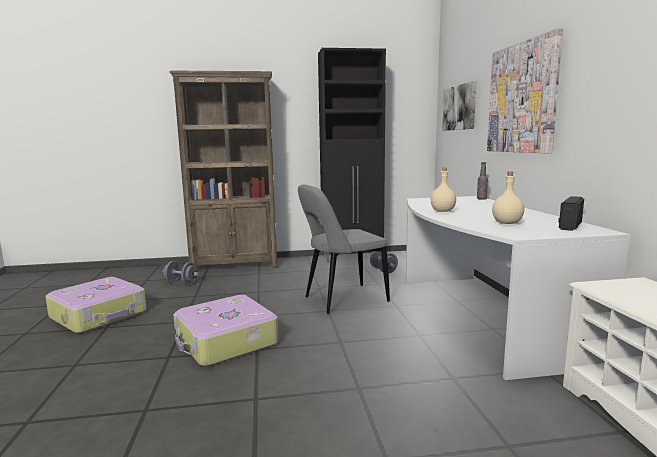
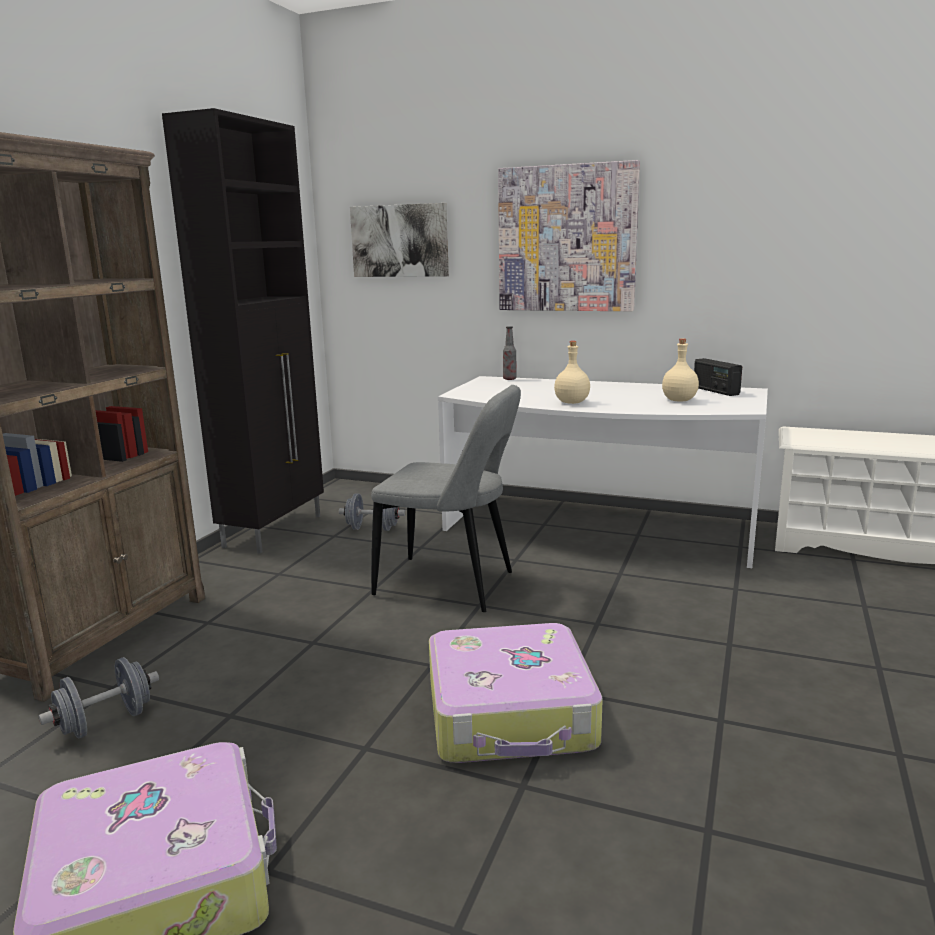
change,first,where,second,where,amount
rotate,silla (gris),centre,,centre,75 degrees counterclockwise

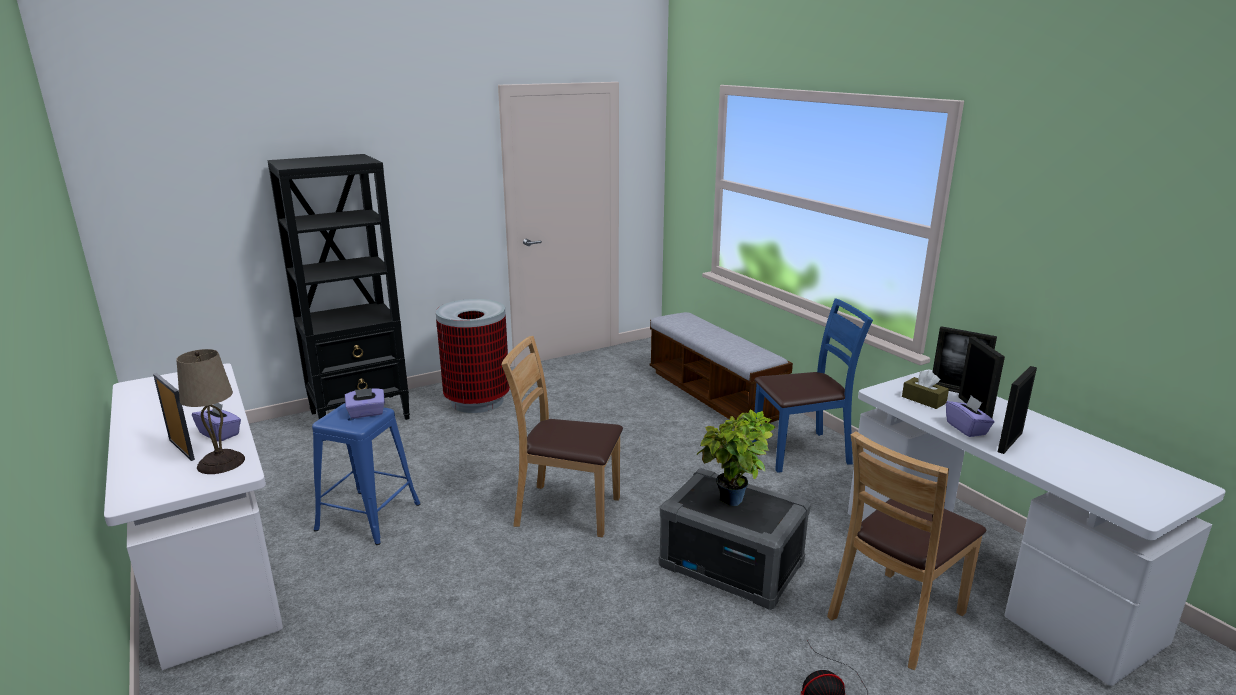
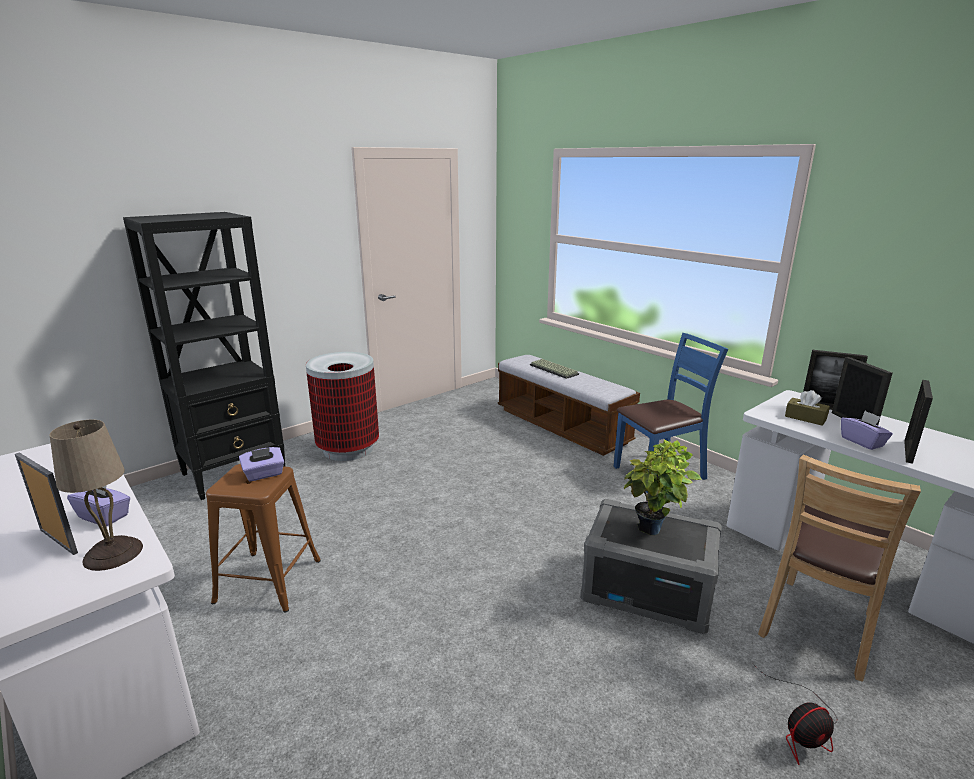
change,first,where,second,where,amount
delete,silla (marrón) (1st from left),centre,,,
recolor,taburete (azul),bottom left,taburete (marrón),bottom left,
insert,,,teclado,centre,

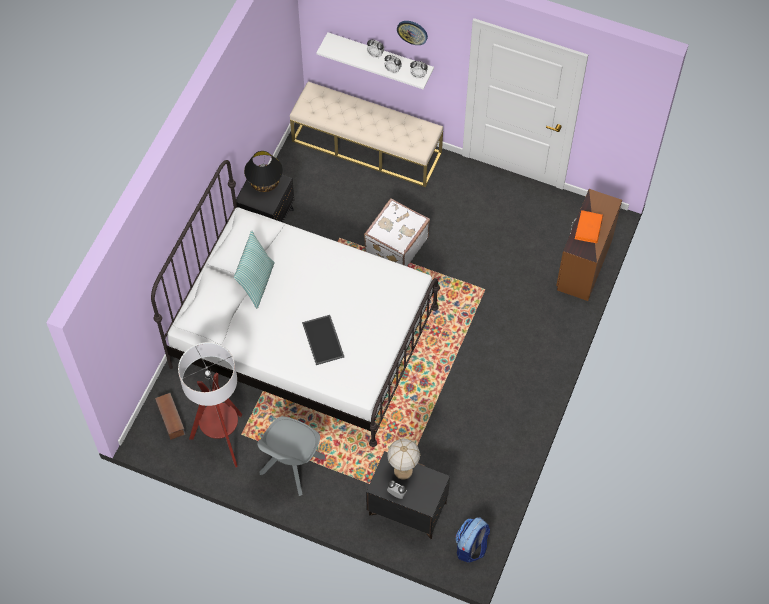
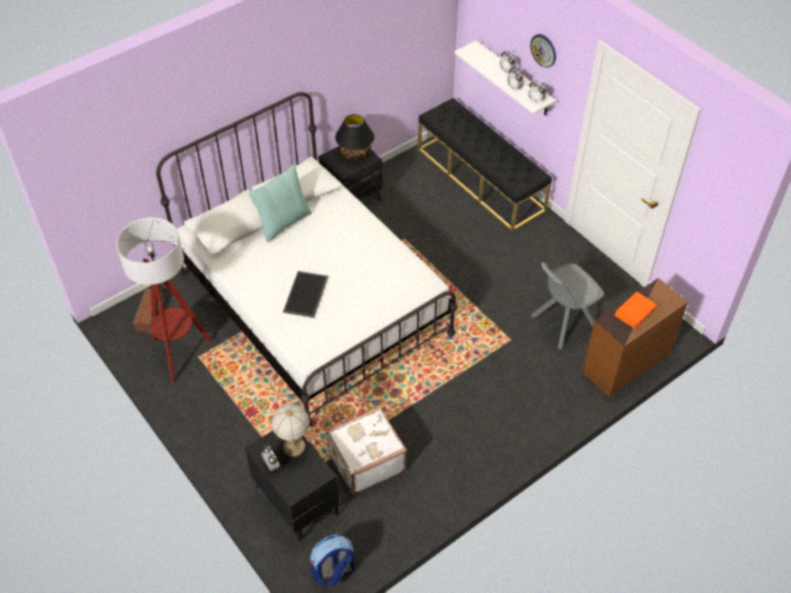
change,first,where,second,where,amount
recolor,banco (beis),top centre,banco (negro),top centre,
move,maleta (blanco),centre,,bottom centre,
move,silla (gris),bottom centre,,middle right,

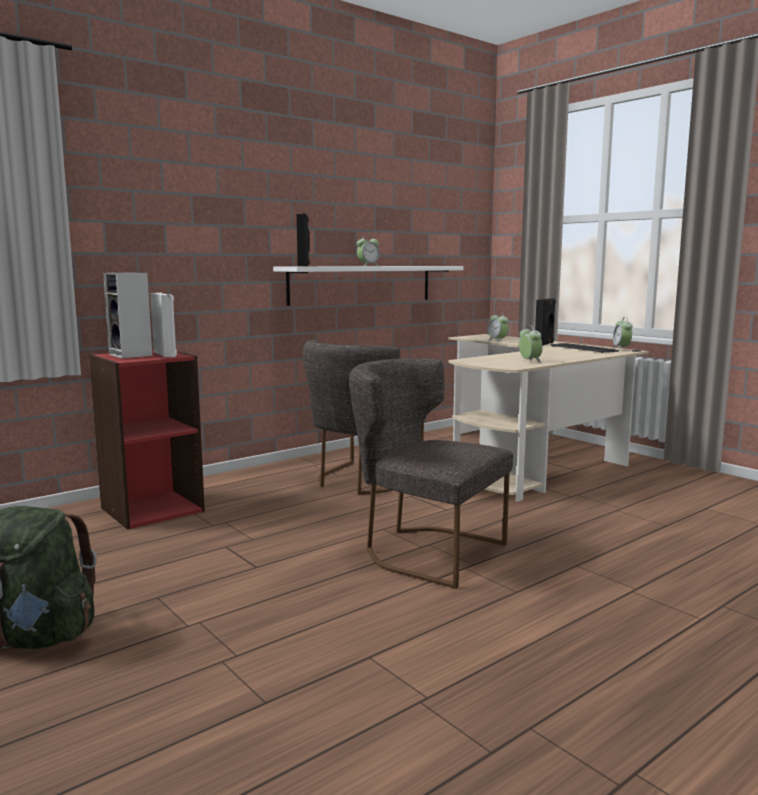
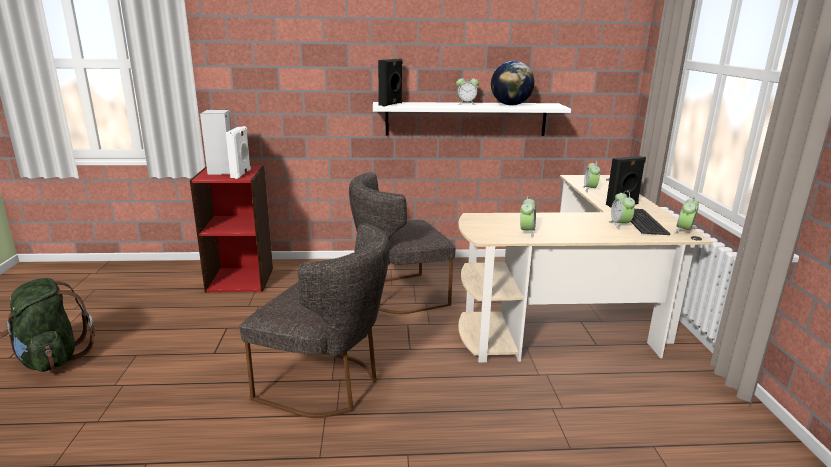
change,first,where,second,where,amount
rotate,silla (gris) (2nd from left in the first image),centre,silla (gris) (1st from left),bottom centre,135 degrees clockwise
insert,,,globo terráqueo,top centre,
insert,,,despertador (4th from left),middle right,

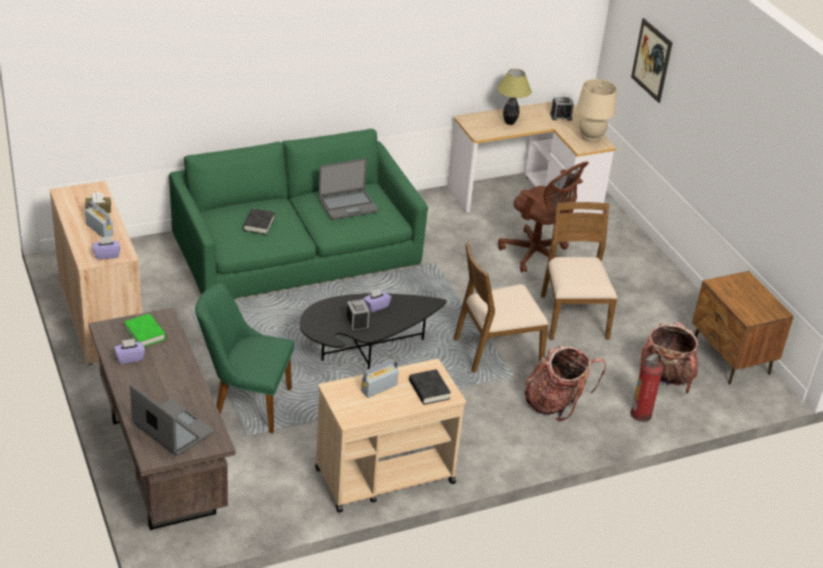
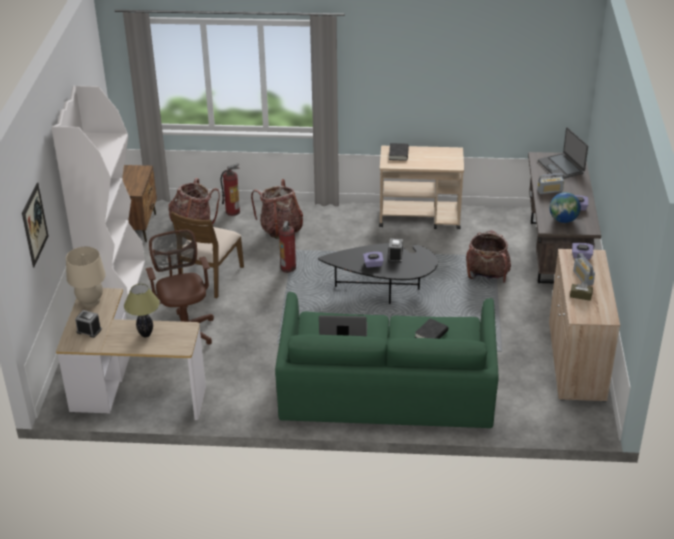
change,first,where,second,where,amount
replace,silla (marrón) (1st from left),centre,extintor (2nd from left),centre,
replace,silla (verde),middle left,mochila (3rd from left),middle right,
replace,libro (verde),middle left,globo terráqueo,middle right,
move,radio (2nd from left in the first image),centre,radio (1st from left),middle right,
insert,,,estantería (blanco),middle left,

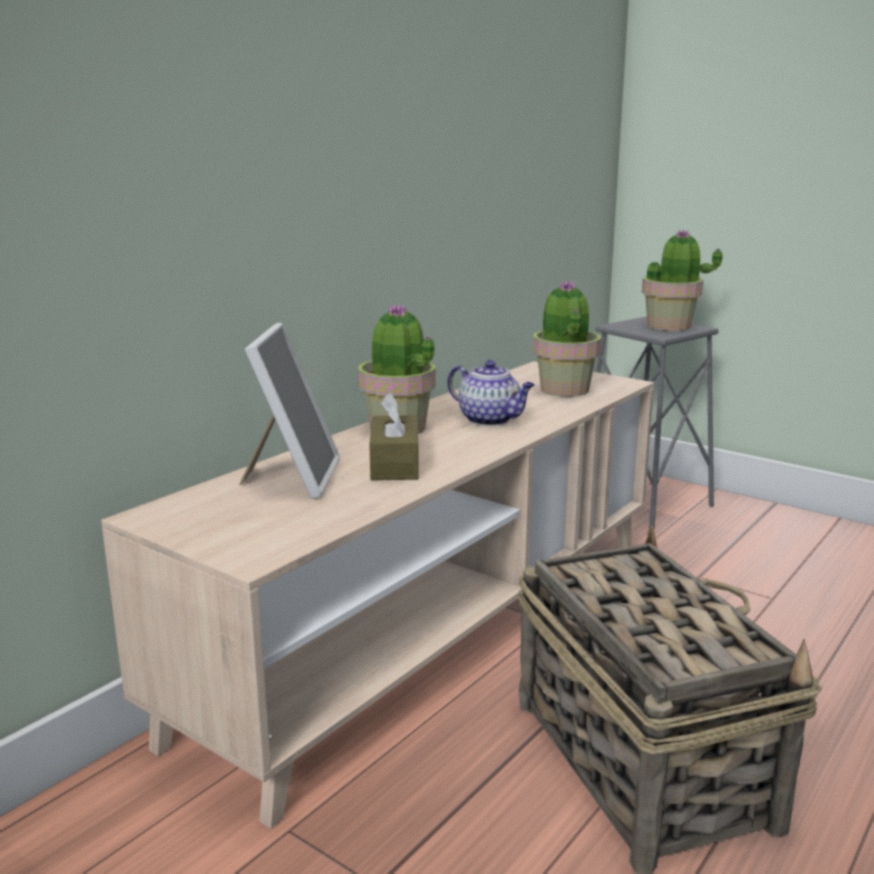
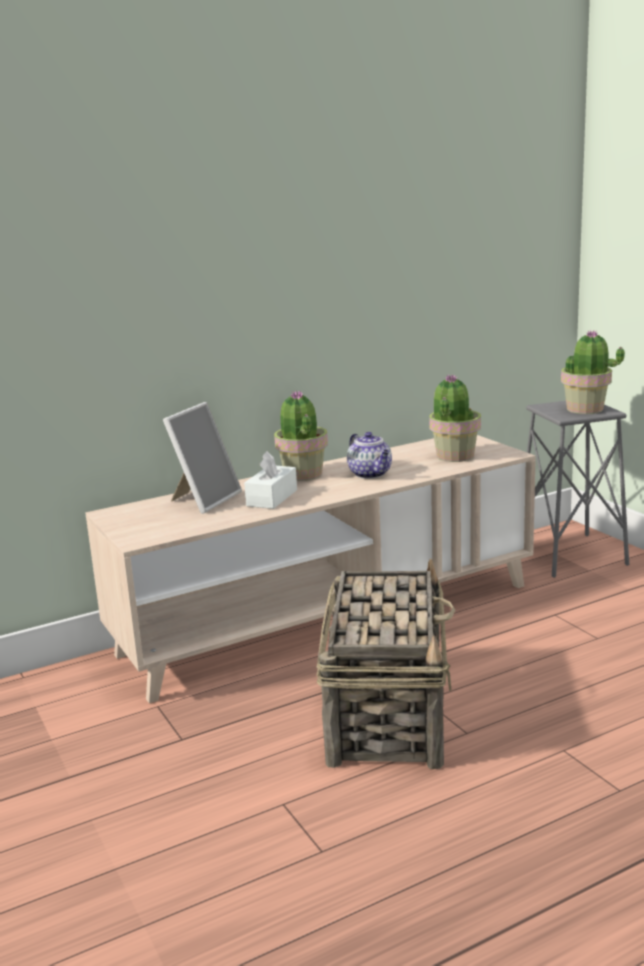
change,first,where,second,where,amount
recolor,caja de pañuelos (marrón),centre,caja de pañuelos (blanco),centre,

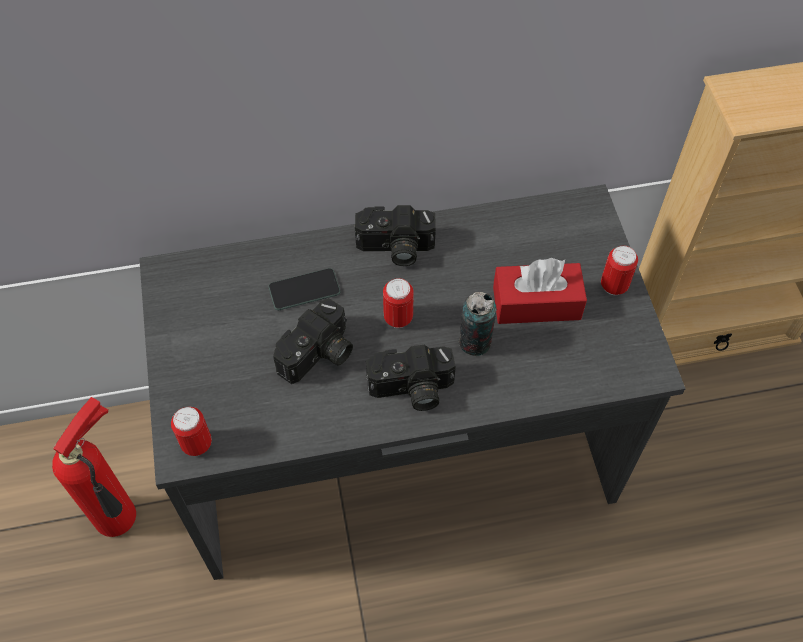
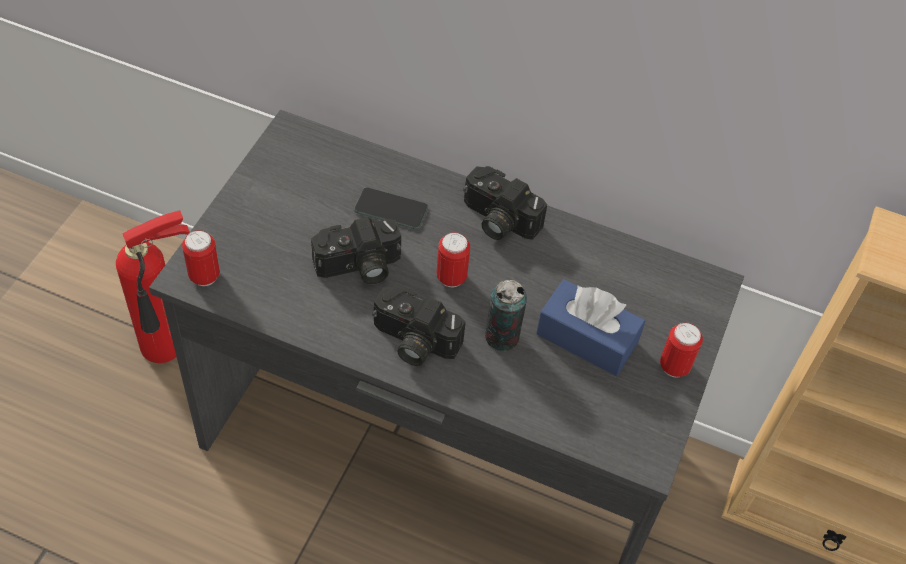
change,first,where,second,where,amount
recolor,caja de pañuelos (rojo),middle right,caja de pañuelos (azul),centre,

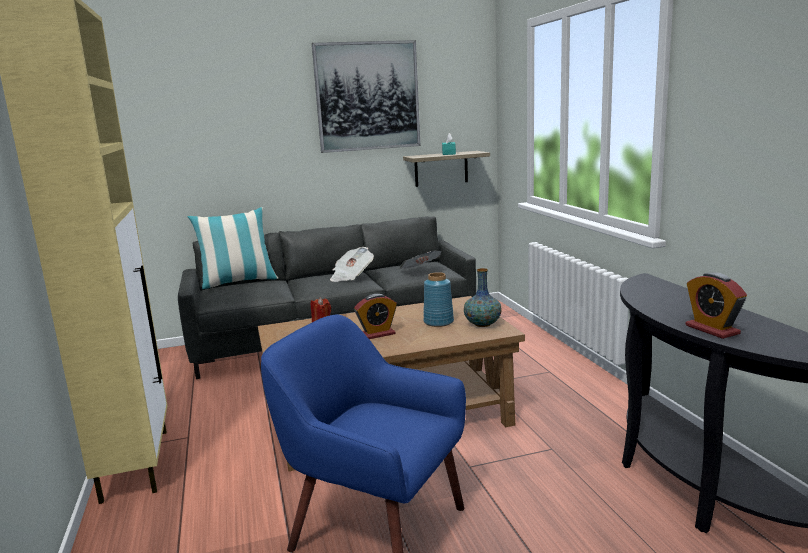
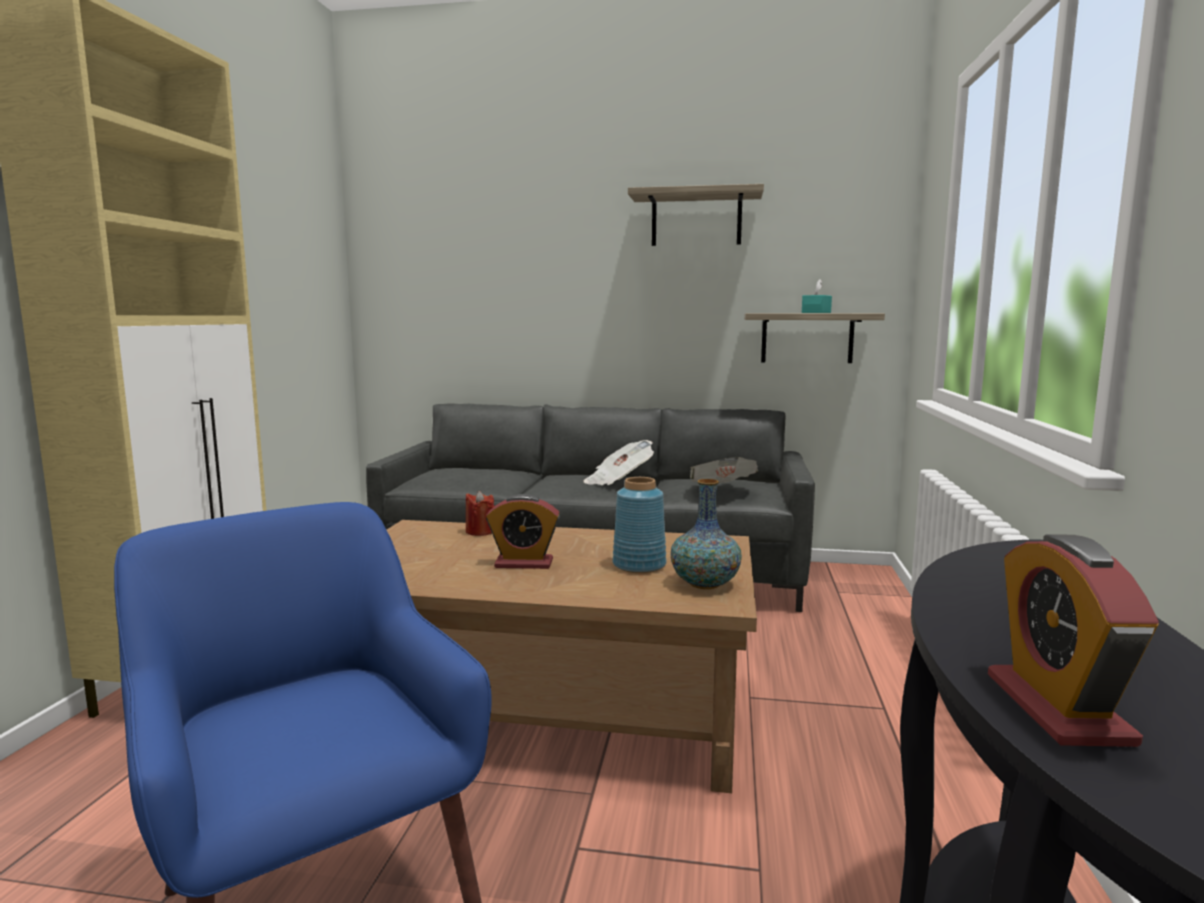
change,first,where,second,where,amount
replace,cuadro,top centre,estante (1st from left),top centre,
delete,cojín,middle left,,,

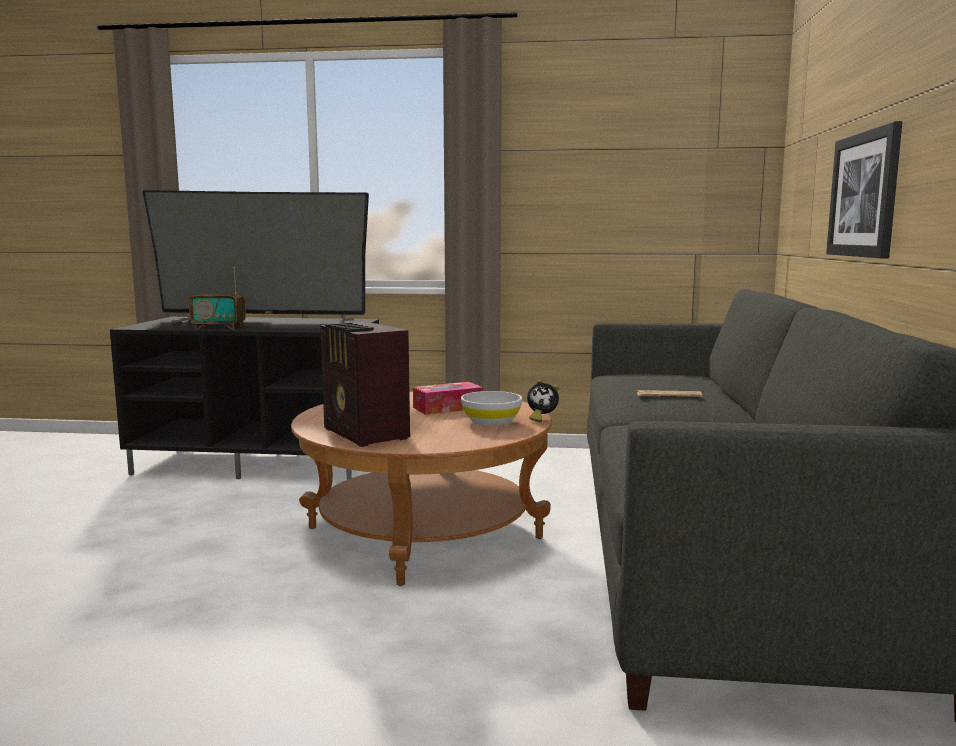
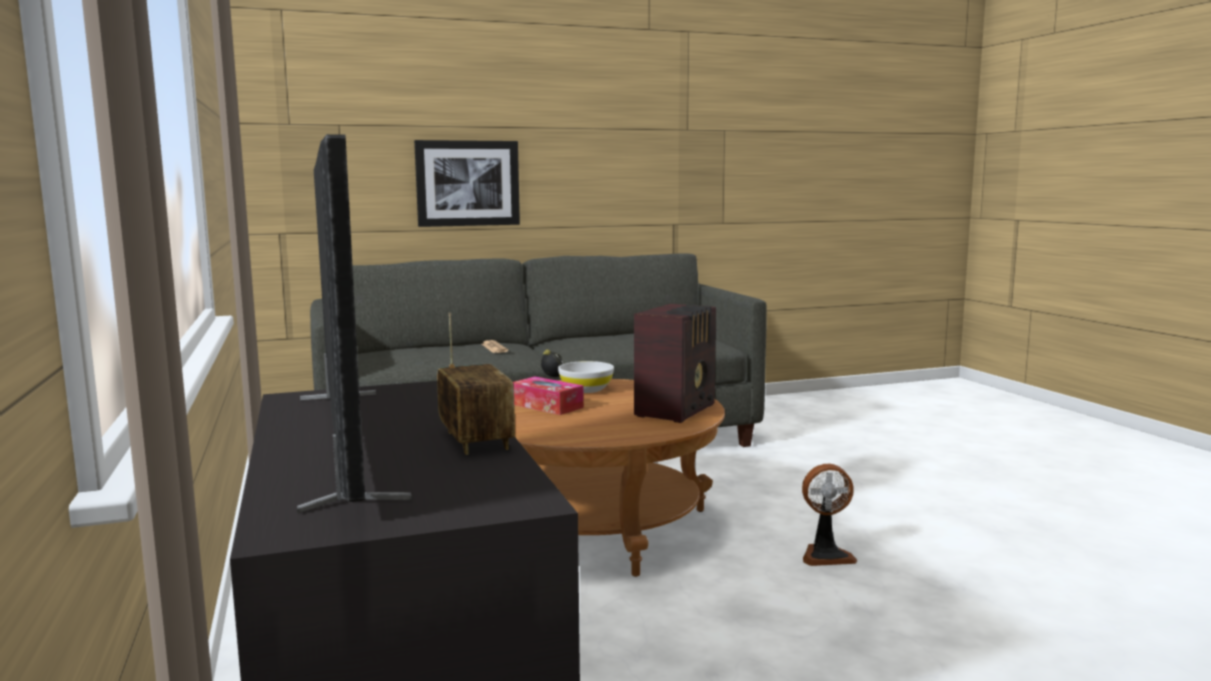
change,first,where,second,where,amount
insert,,,ventilador,bottom right,

